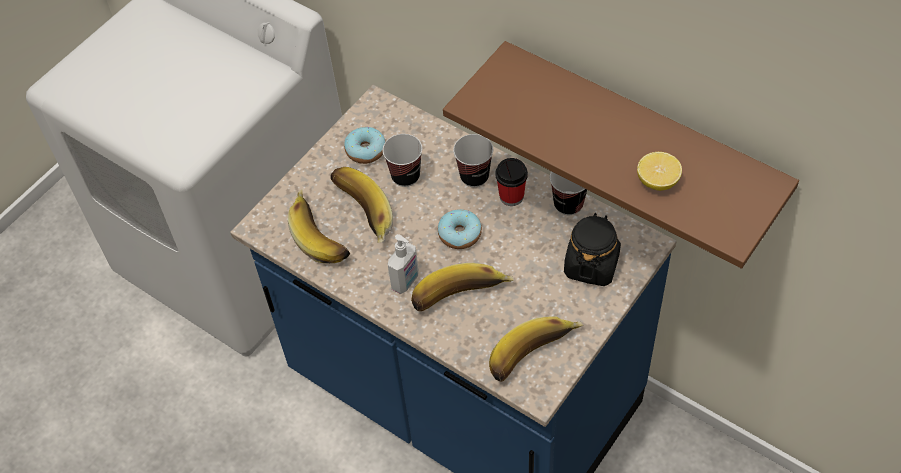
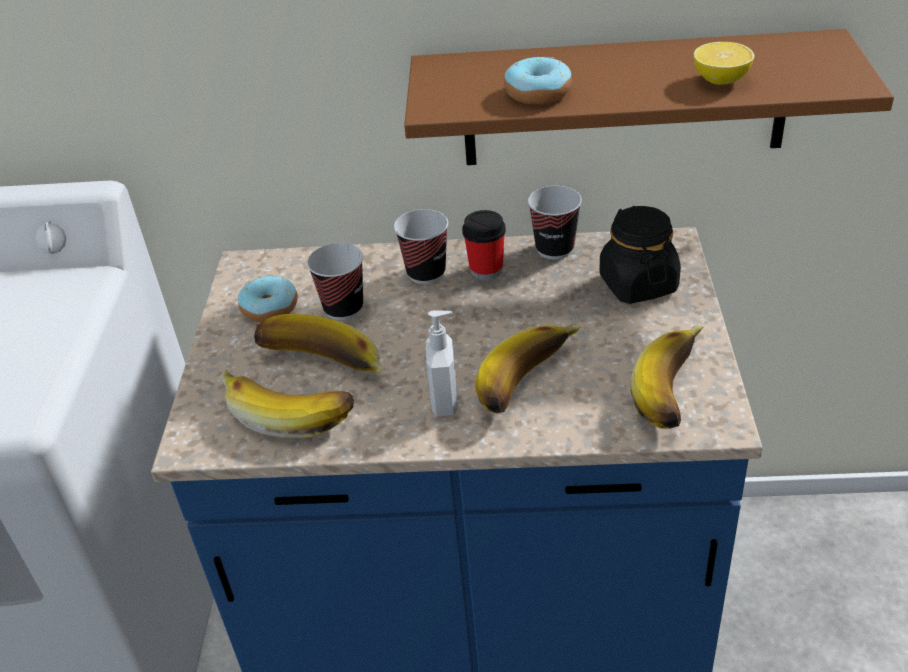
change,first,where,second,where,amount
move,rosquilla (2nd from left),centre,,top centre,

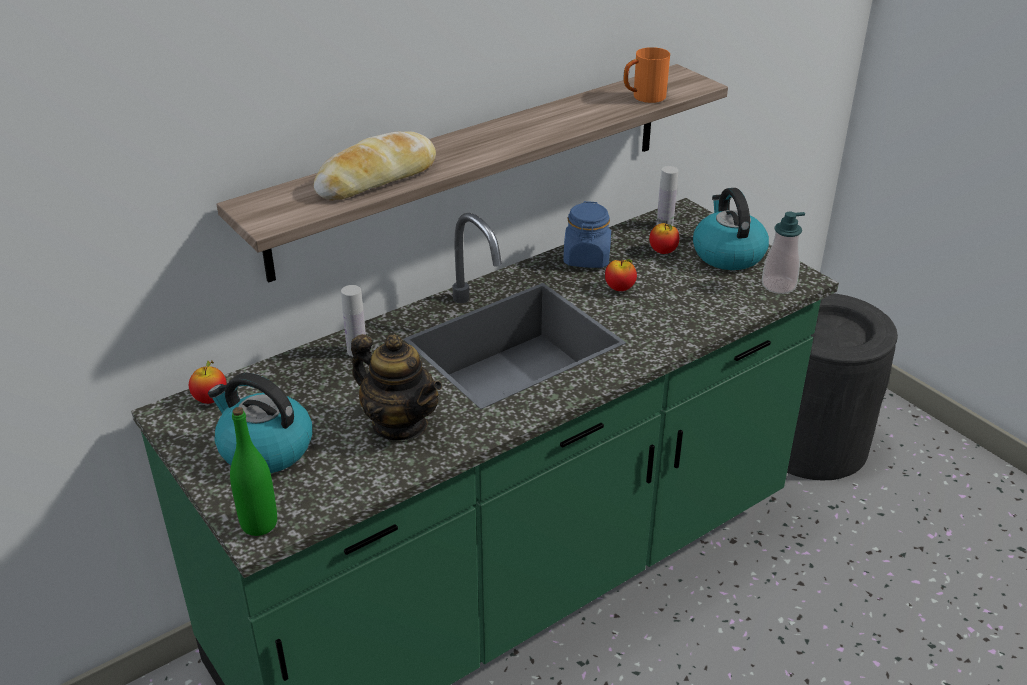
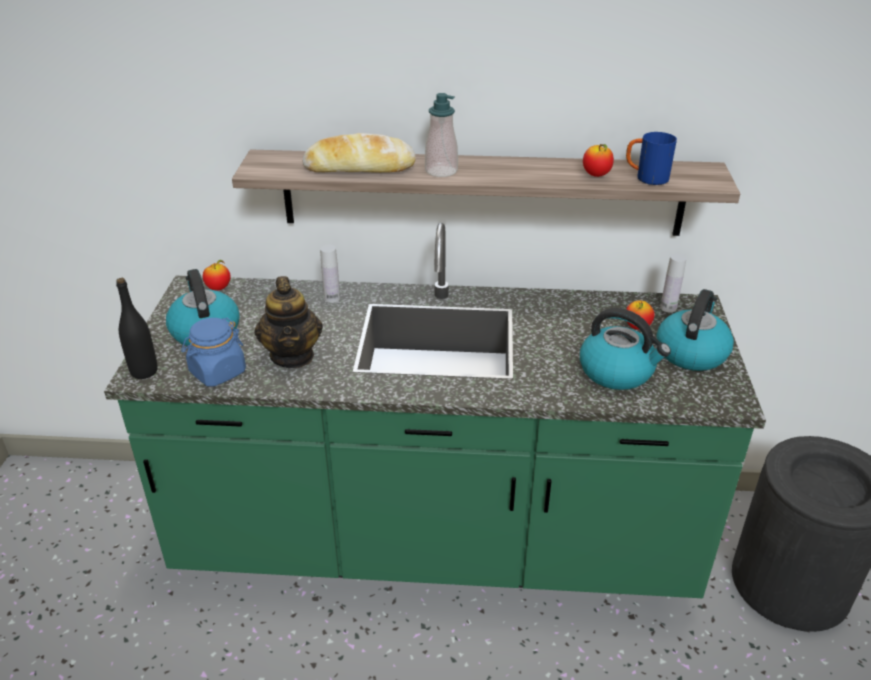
change,first,where,second,where,amount
recolor,taza grande (naranja),top centre,taza grande (azul),top right,
move,tarro (azul),centre,,middle left,
move,dispensador de jabón,middle right,,top centre,
move,manzana (2nd from left),centre,,top right,
recolor,botella (verde),bottom left,botella (negro),middle left,
insert,,,hervidor (2nd from left),middle right,

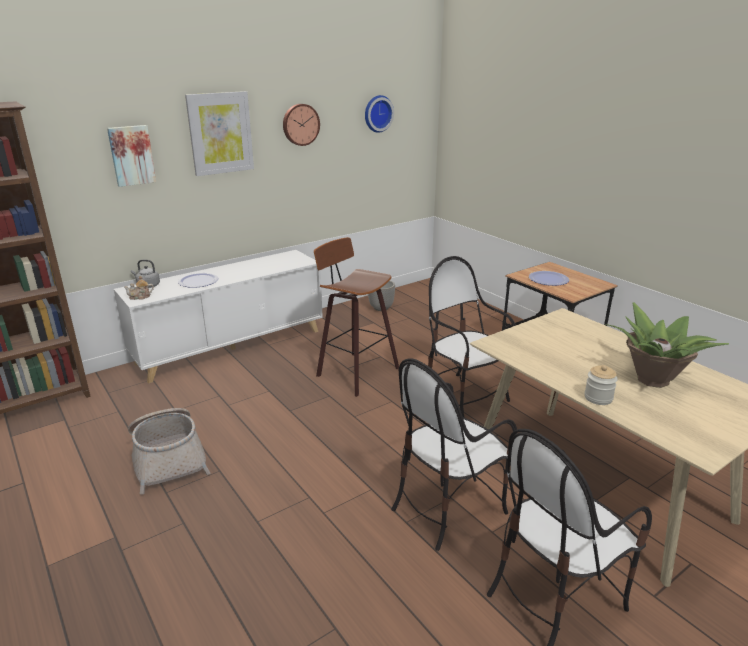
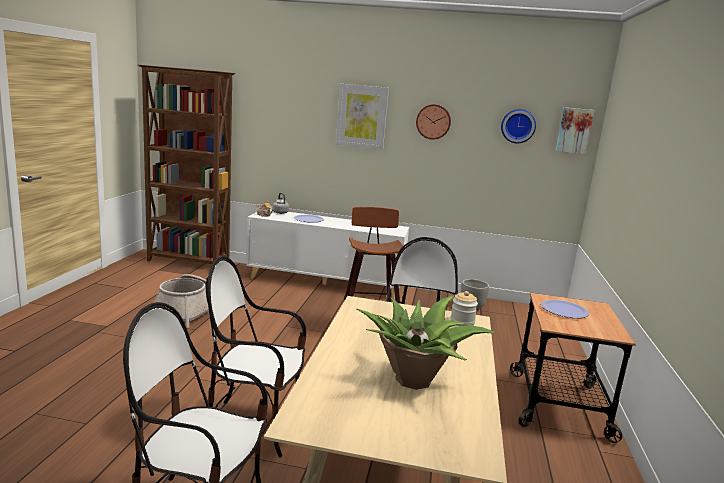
change,first,where,second,where,amount
move,cuadro (1st from left in the first image),top left,cuadro (2nd from left),top right,
move,tarro,middle right,,centre,

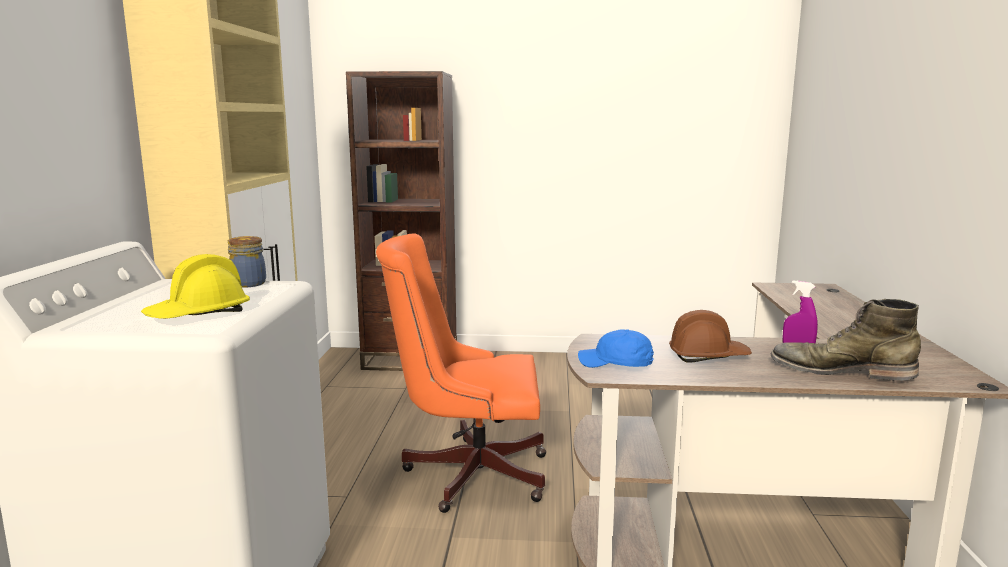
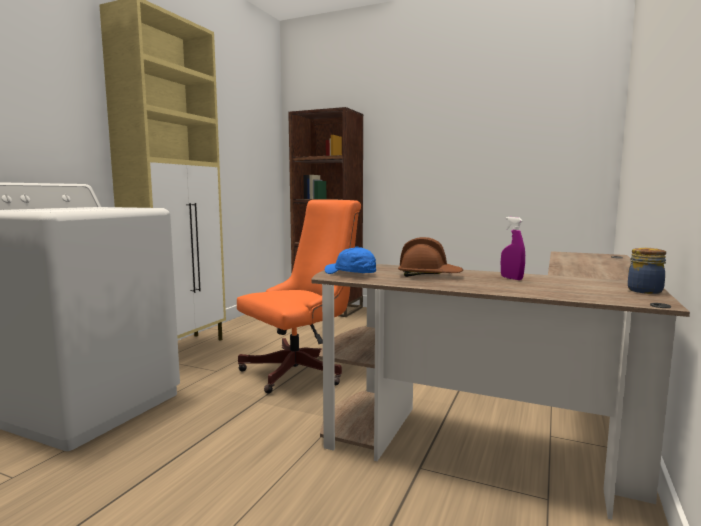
change,first,where,second,where,amount
rotate,silla de oficina (naranja),centre,,centre,120 degrees clockwise
move,tarro,middle left,,middle right,
delete,casco (amarillo),middle left,,,
delete,bota (verde),middle right,,,

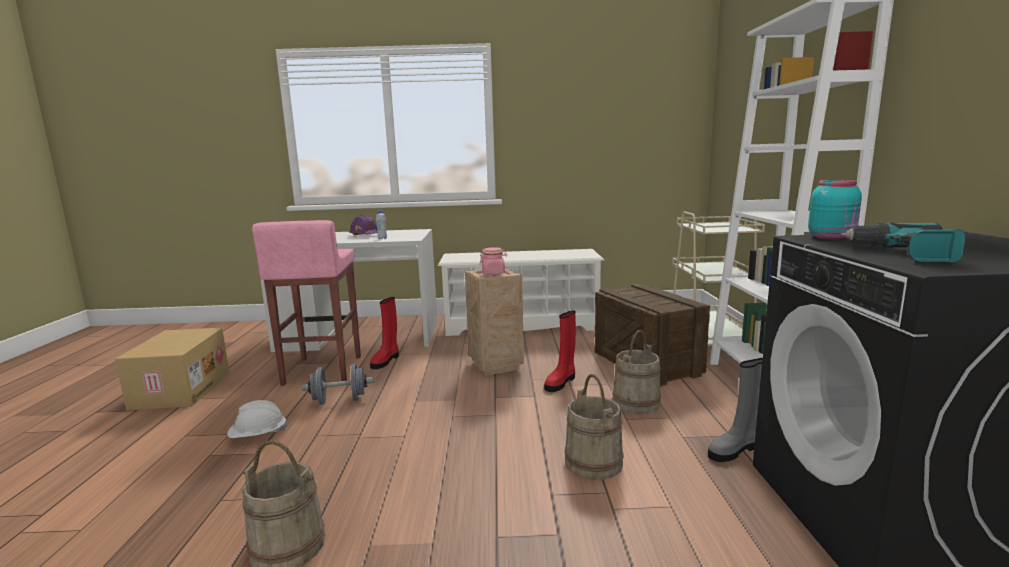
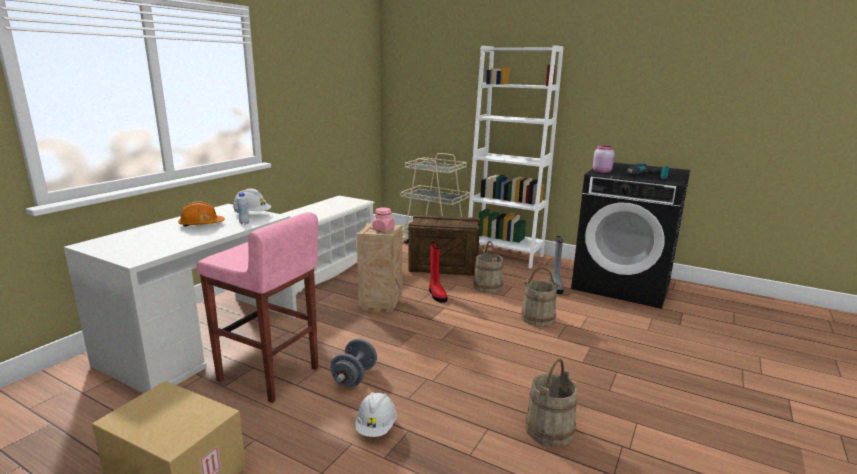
change,first,where,second,where,amount
recolor,tarro (turquesa),middle right,tarro (rosa) (2nd from left),middle right,
recolor,casco (morado),centre,casco (naranja),middle left,
delete,bota (rojo) (1st from left),centre,,,
insert,,,casco (blanco) (1st from left),middle left,

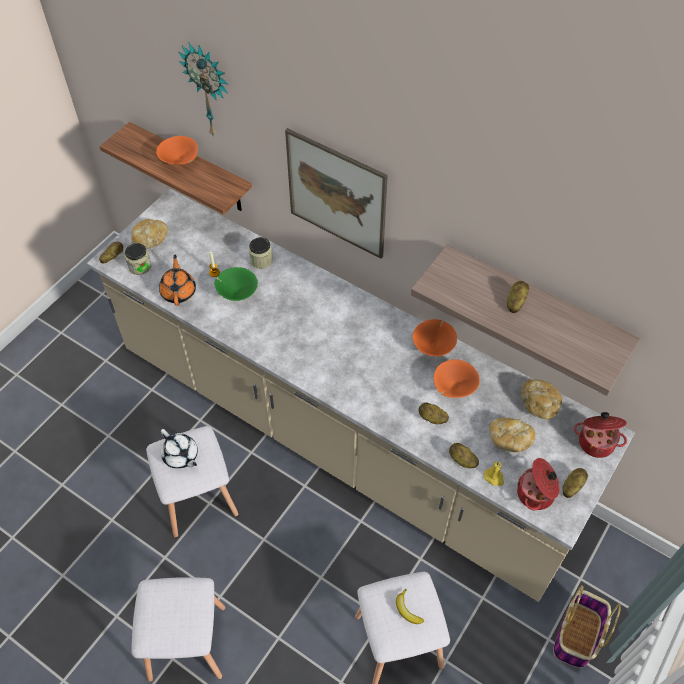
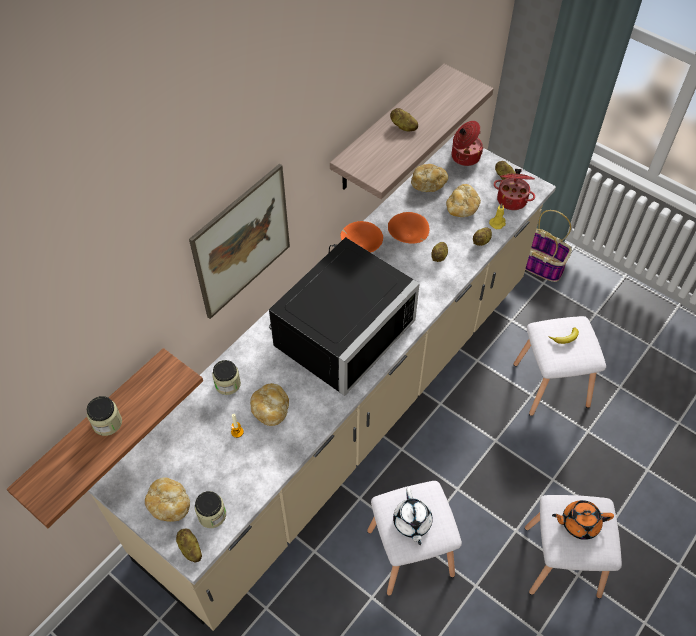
change,first,where,second,where,amount
delete,reloj de pared,top left,,,
replace,cuenco (naranja) (1st from left),top left,tarro (1st from left),middle left,
move,tetera (naranja),middle left,,bottom right,
replace,cuenco (verde),centre,pan (2nd from left),centre,
rotate,tetera (blanco),middle left,,bottom centre,120 degrees clockwise
insert,,,microondas (negro),centre,

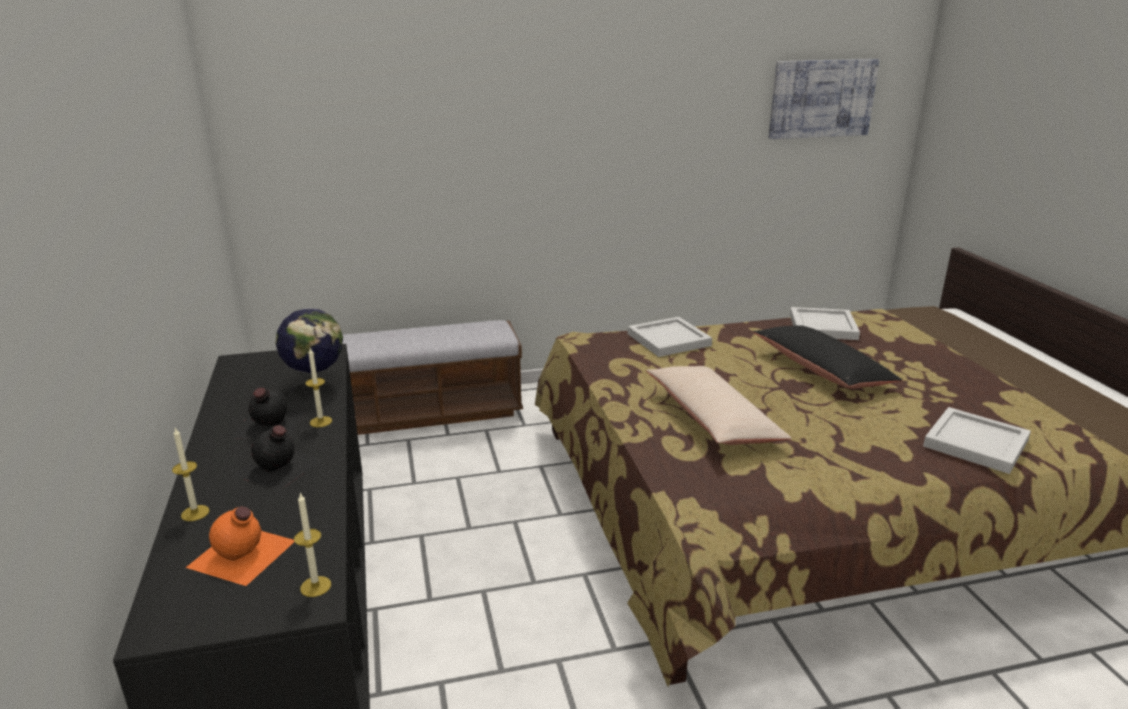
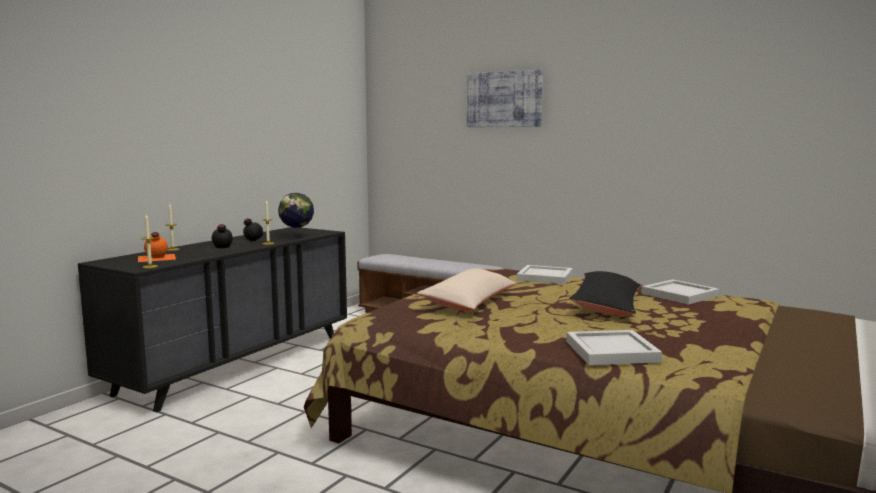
change,first,where,second,where,amount
move,cuadro,top right,,top centre,

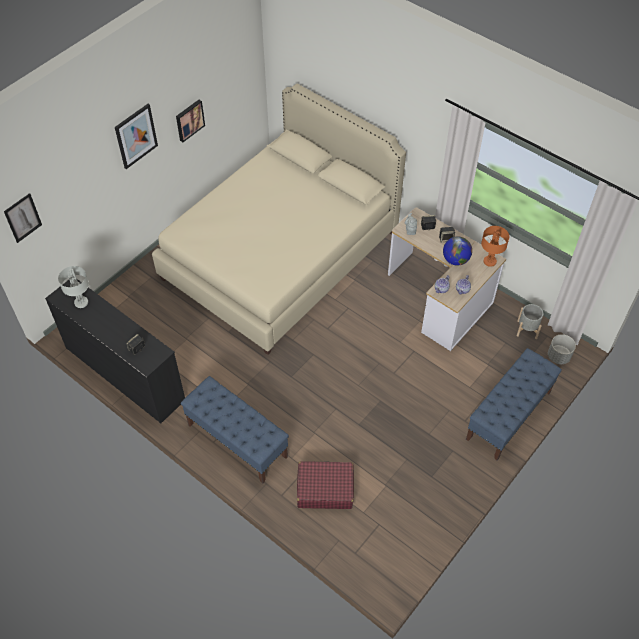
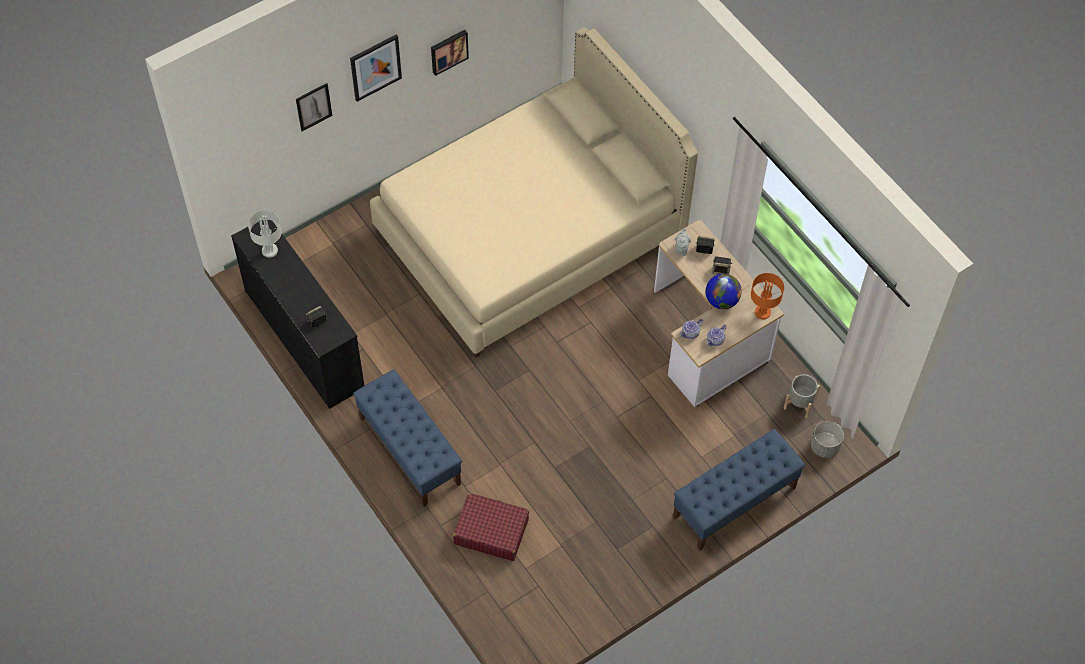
change,first,where,second,where,amount
move,cuadro (1st from left),middle left,,top left,

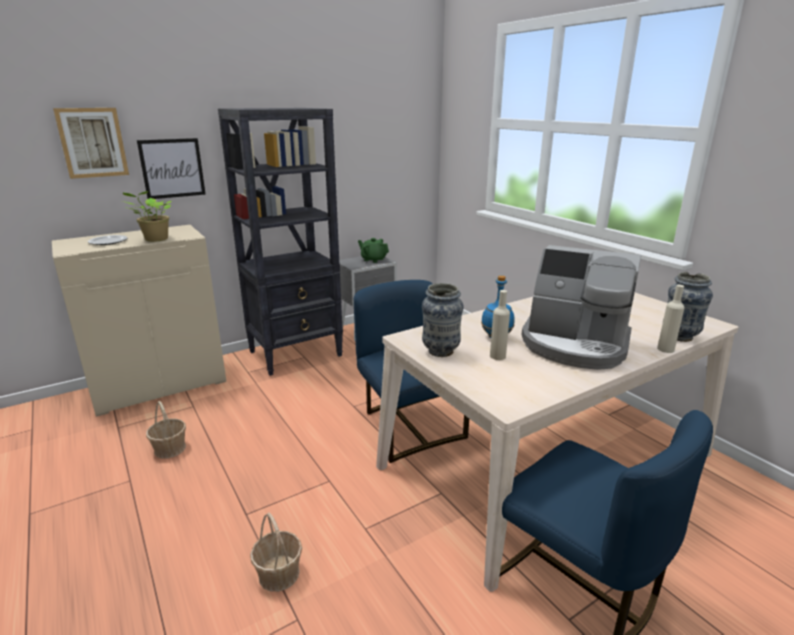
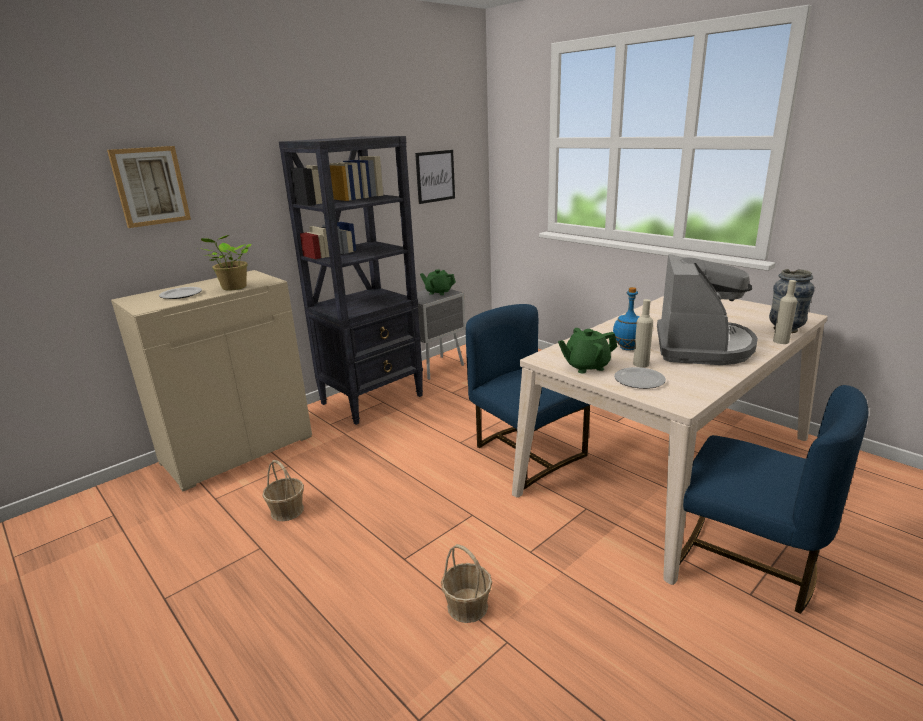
change,first,where,second,where,amount
move,cuadro (2nd from left),top left,,top centre,
rotate,cafetera,middle right,,middle right,90 degrees counterclockwise
replace,florero (1st from left),centre,tetera (verde) (2nd from left),centre,
insert,,,plato (2nd from left),middle right,

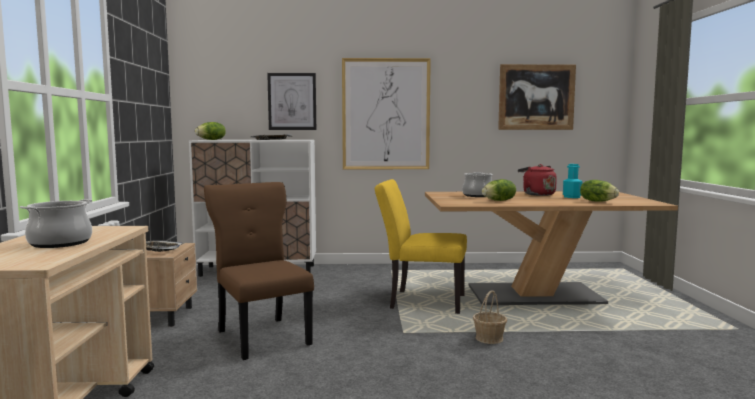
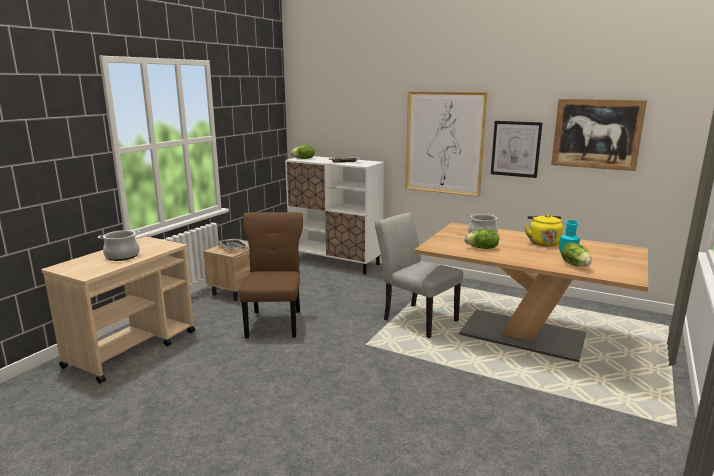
change,first,where,second,where,amount
move,cuadro (1st from left in the first image),top centre,cuadro (2nd from left),top right,
recolor,hervidor (rojo),middle right,hervidor (amarillo),middle right,
recolor,silla (amarillo),centre,silla (gris),centre,
delete,cesta,bottom centre,,,

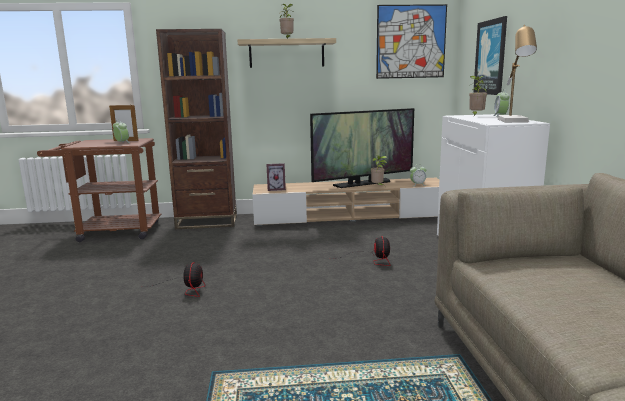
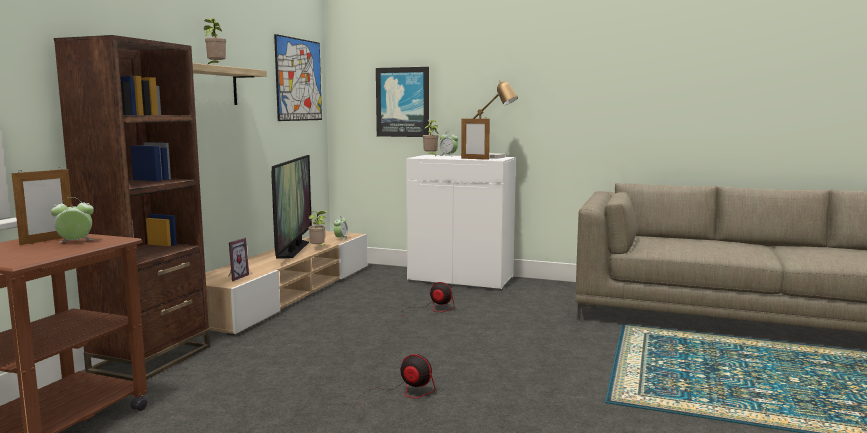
change,first,where,second,where,amount
insert,,,portarretratos (3rd from left),top centre,

